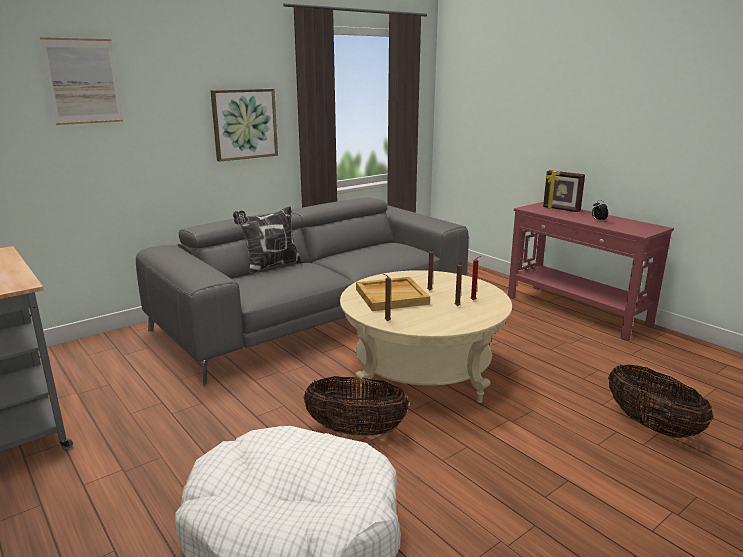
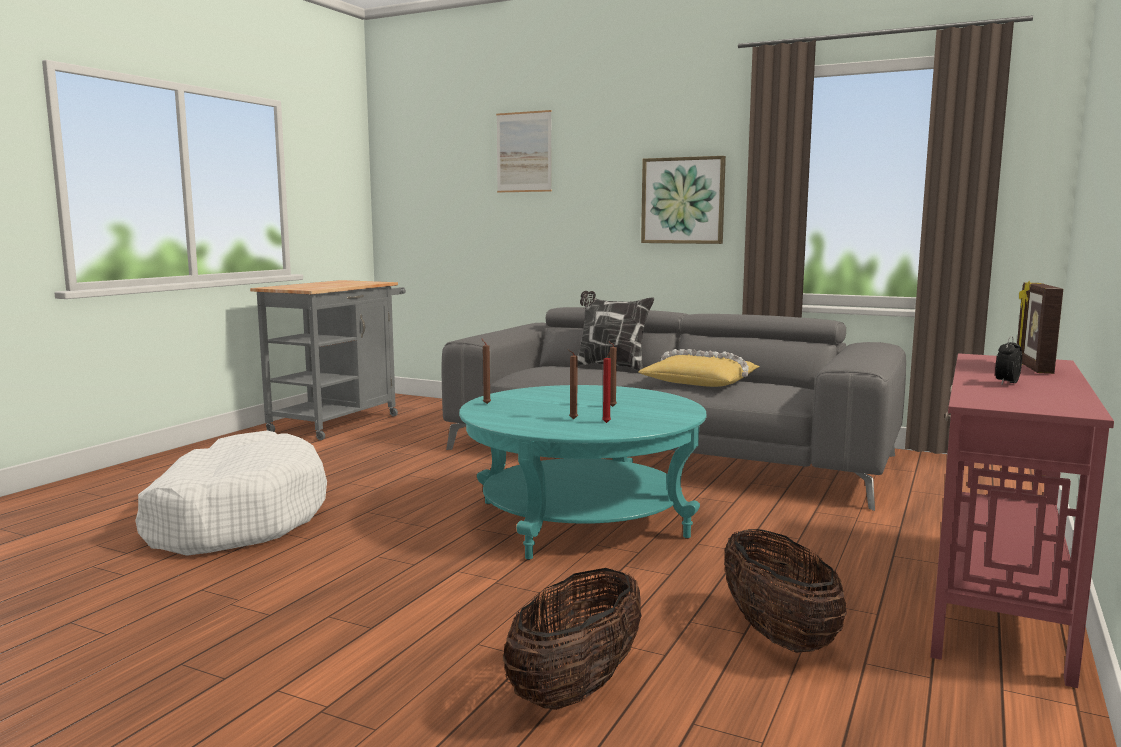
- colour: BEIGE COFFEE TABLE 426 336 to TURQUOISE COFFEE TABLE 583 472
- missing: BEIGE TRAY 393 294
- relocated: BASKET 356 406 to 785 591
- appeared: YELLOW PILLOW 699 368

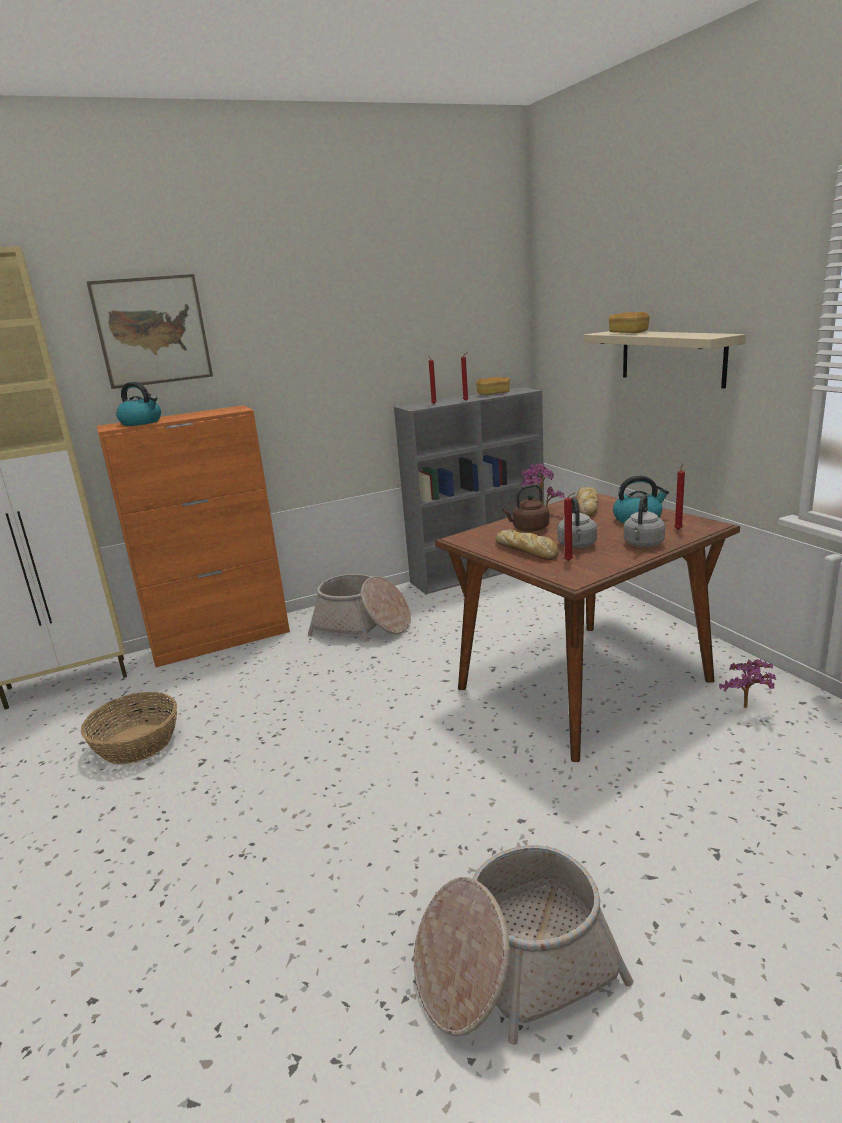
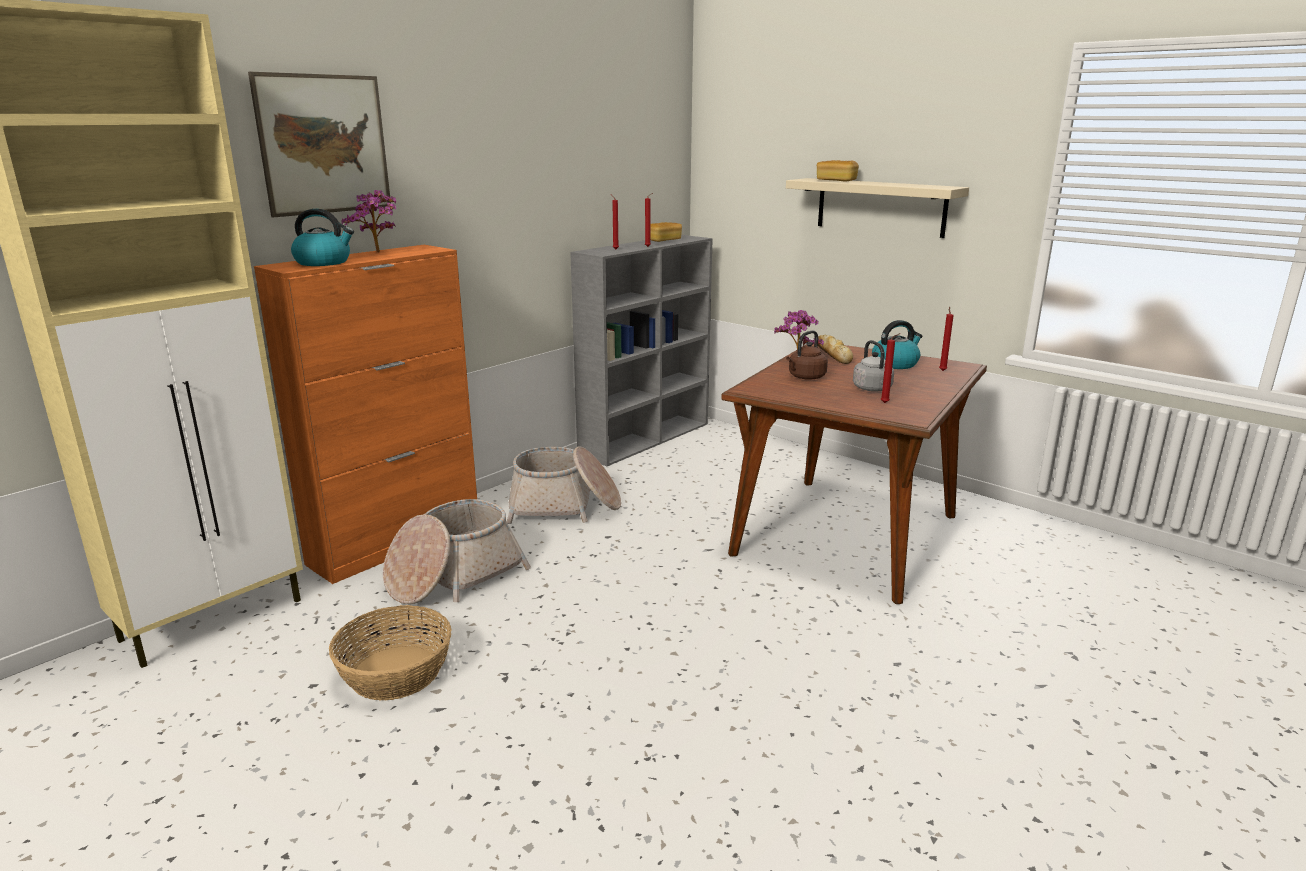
- missing: GREY KETTLE 644 521
- missing: BREAD 527 544
- relocated: POTTED PLANT 747 683 to 369 221
- relocated: BASKET 523 945 to 457 551

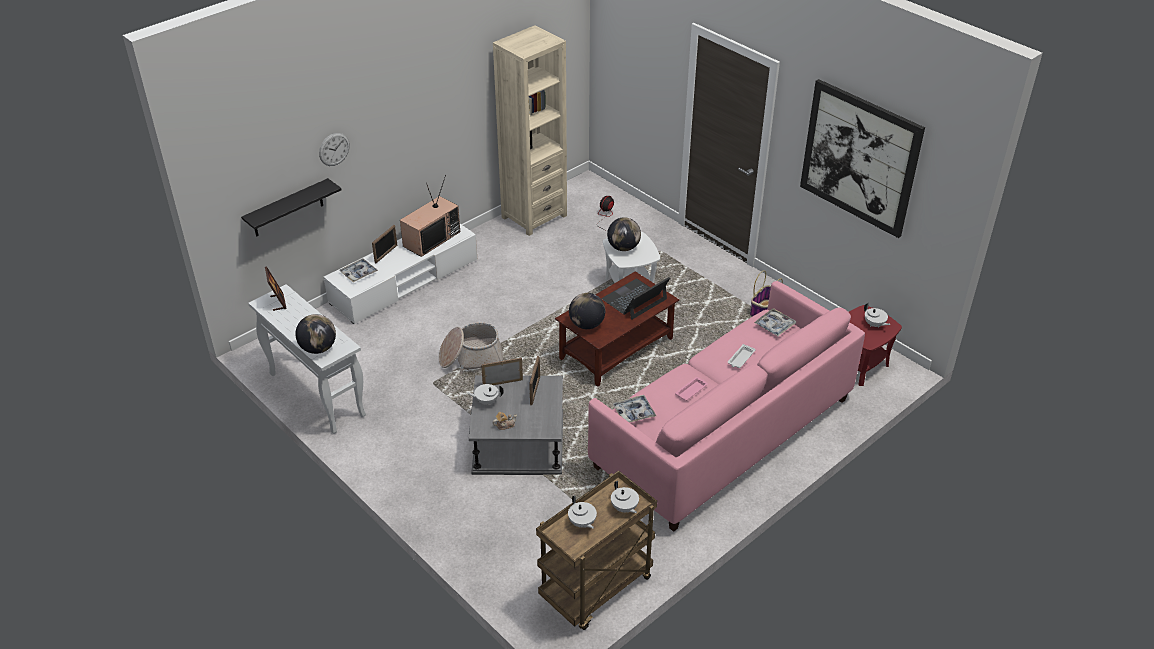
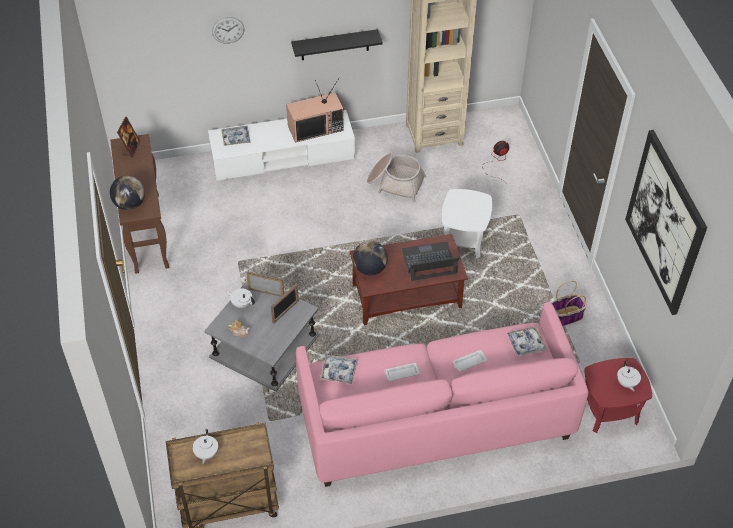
- relocated: BLACK SHELF 291 207 to 337 44
- missing: GLOBE 624 234
- missing: PICTURE FRAME 384 244
- colour: WHITE CONSOLE TABLE 307 359 to BROWN CONSOLE TABLE 139 204
- relocated: BASKET 471 348 to 396 177
- colour: PINK TRAY 691 389 to WHITE TRAY 402 372
- missing: WHITE TEAPOT 625 497

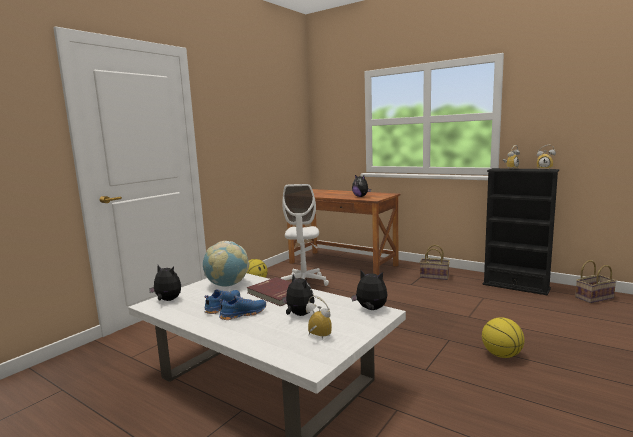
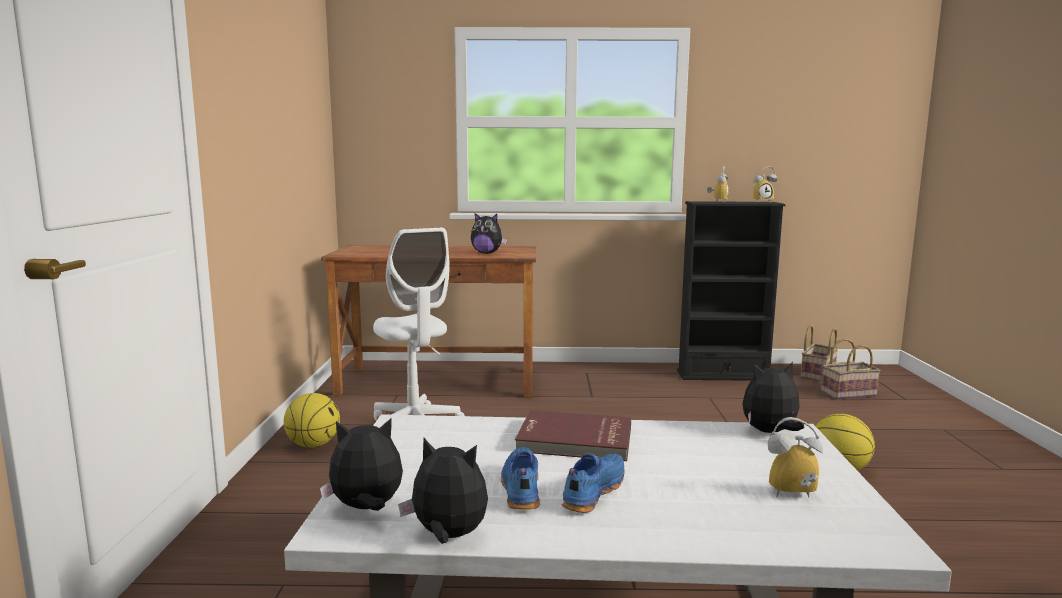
- missing: GLOBE 226 264
- relocated: BASKET 435 262 to 850 368
- relocated: PLUSH TOY 298 295 to 443 491

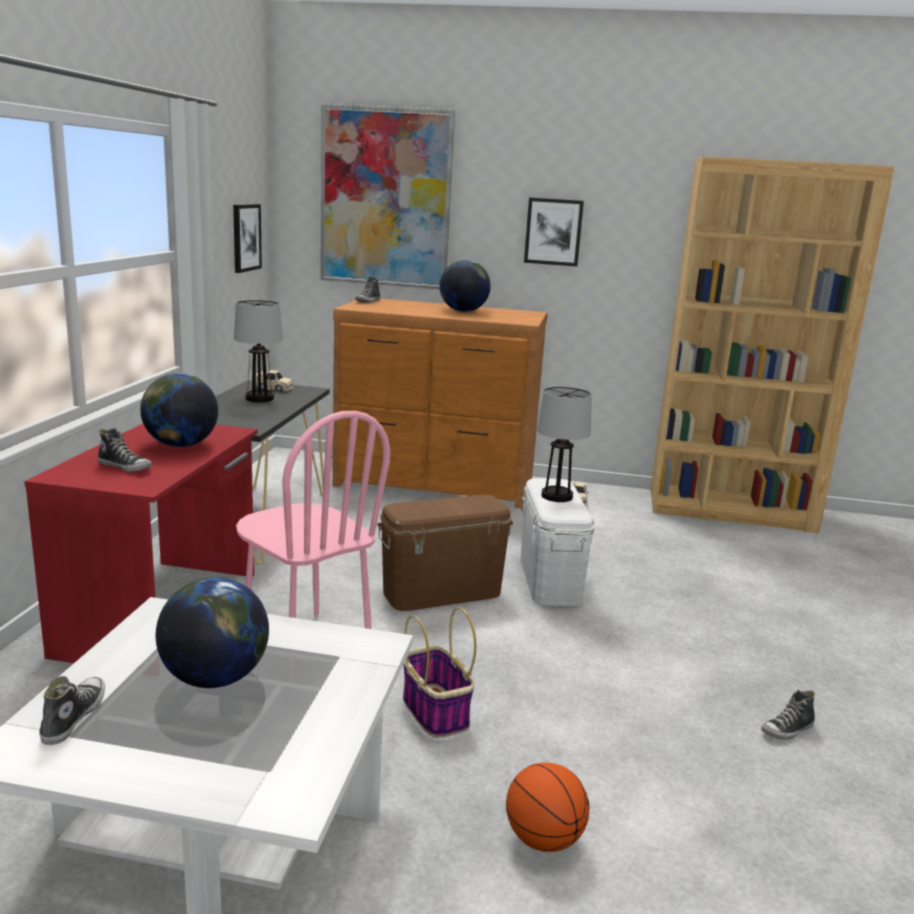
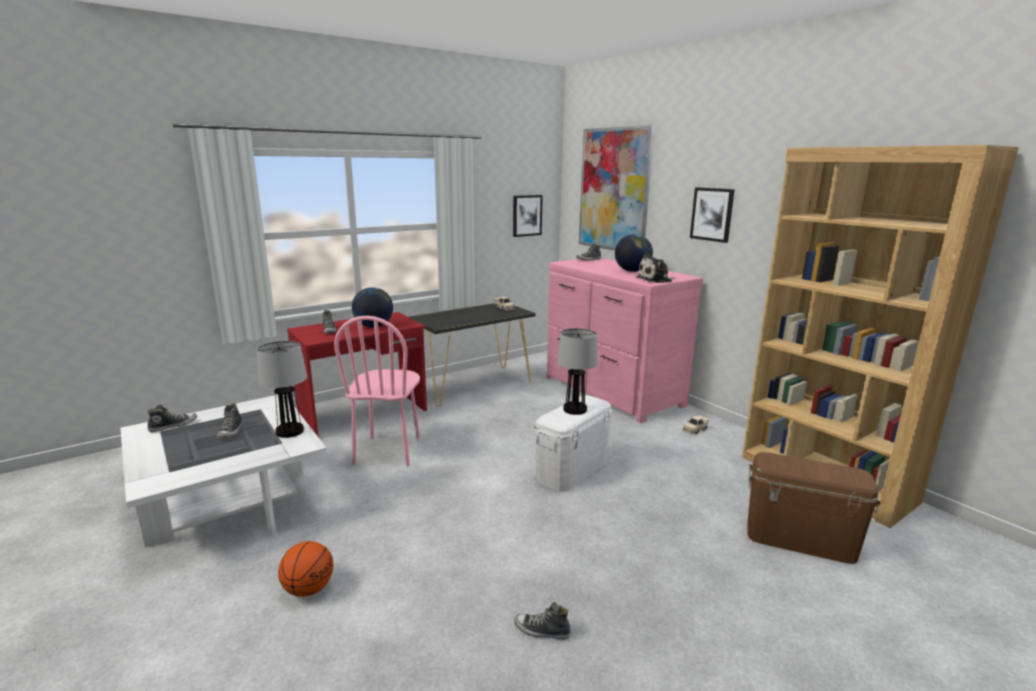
- colour: BROWN DRESSER 439 404 to PINK DRESSER 625 340
- relocated: TABLE LAMP 258 351 to 282 389
- relocated: BROWN STORAGE BOX 445 553 to 814 508
- exchanged: GLOBE 212 632 to SHOE 229 420
- missing: BASKET 439 672
- appeared: PLUSH TOY 655 267

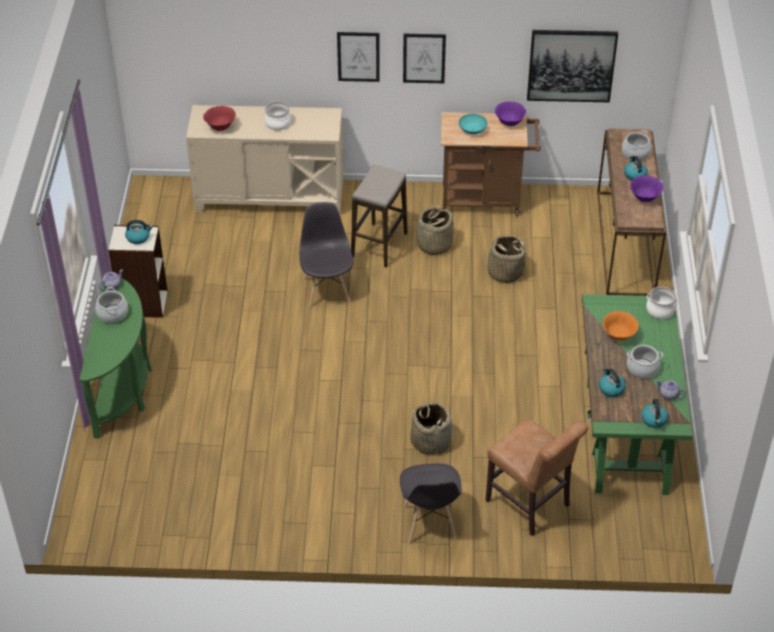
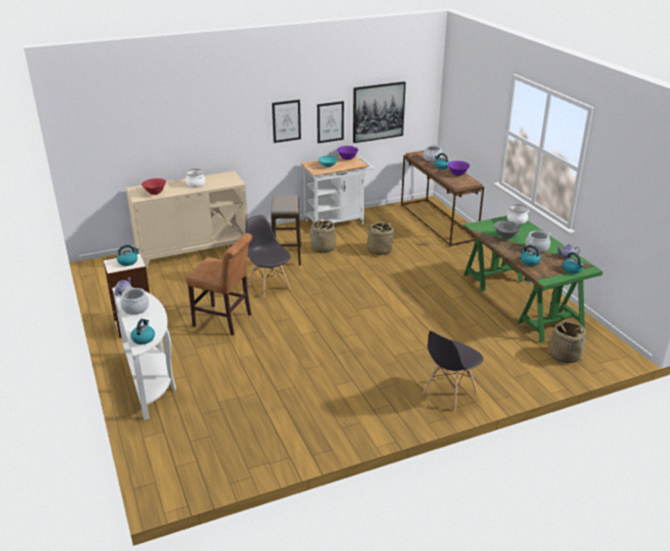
- relocated: PICTURE 358 57 to 330 122
- colour: BROWN CART 491 164 to WHITE CART 338 190
- colour: GREEN CONSOLE TABLE 115 355 to WHITE CONSOLE TABLE 144 353
- colour: ORANGE BOWL 621 326 to GREY BOWL 507 230
- relocated: BASKET 431 429 to 567 342
- relocated: BROWN CHAIR 537 477 to 219 284
- spun: GREY CHAIR 430 504 = 453 371 75 degrees clockwise
- appeared: KETTLE 143 332

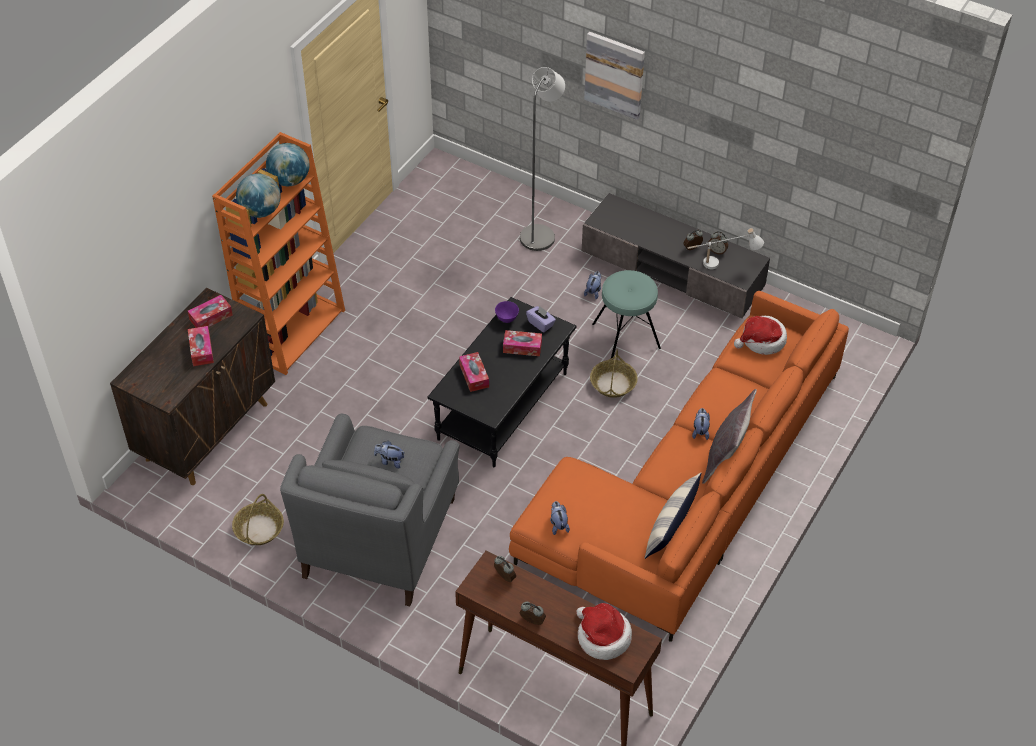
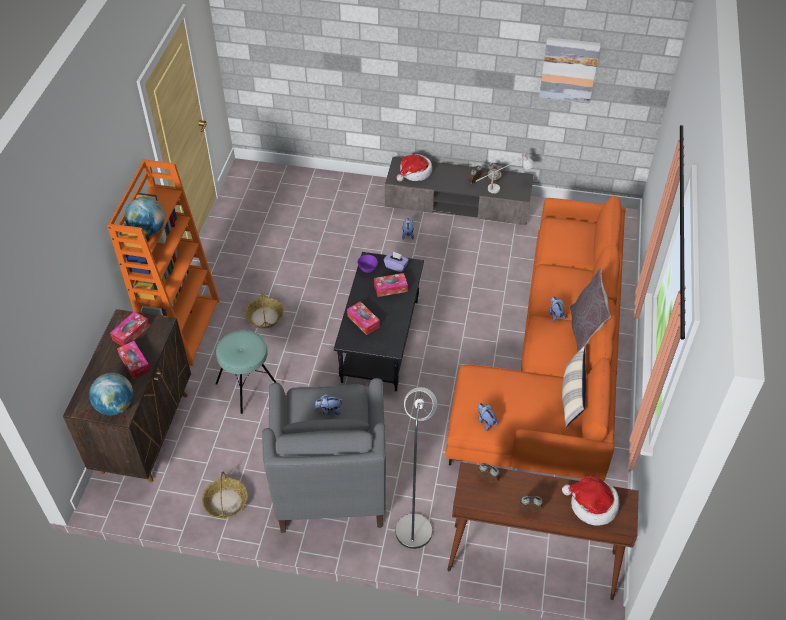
- relocated: PICTURE 614 76 to 570 70
- relocated: GREY FLOOR LAMP 542 159 to 416 468
- relocated: GLOBE 288 164 to 111 394
- relocated: TURQUOISE STOOL 626 314 to 246 372
- relocated: HAT 760 335 to 414 168
- relocated: BASKET 614 374 to 264 309

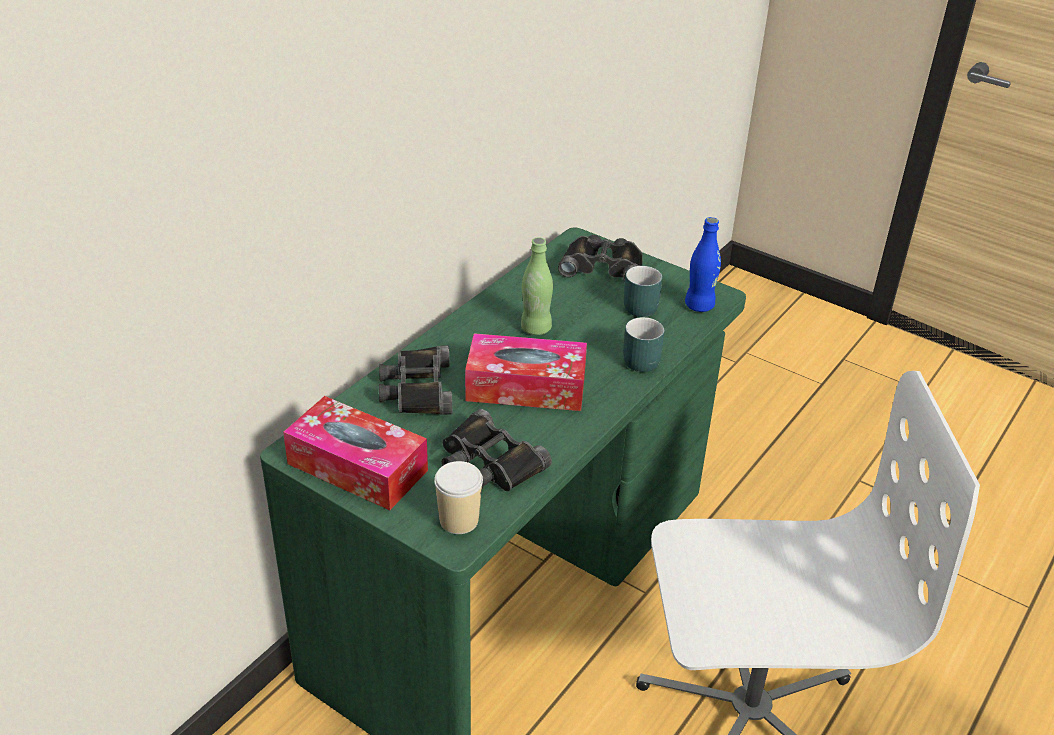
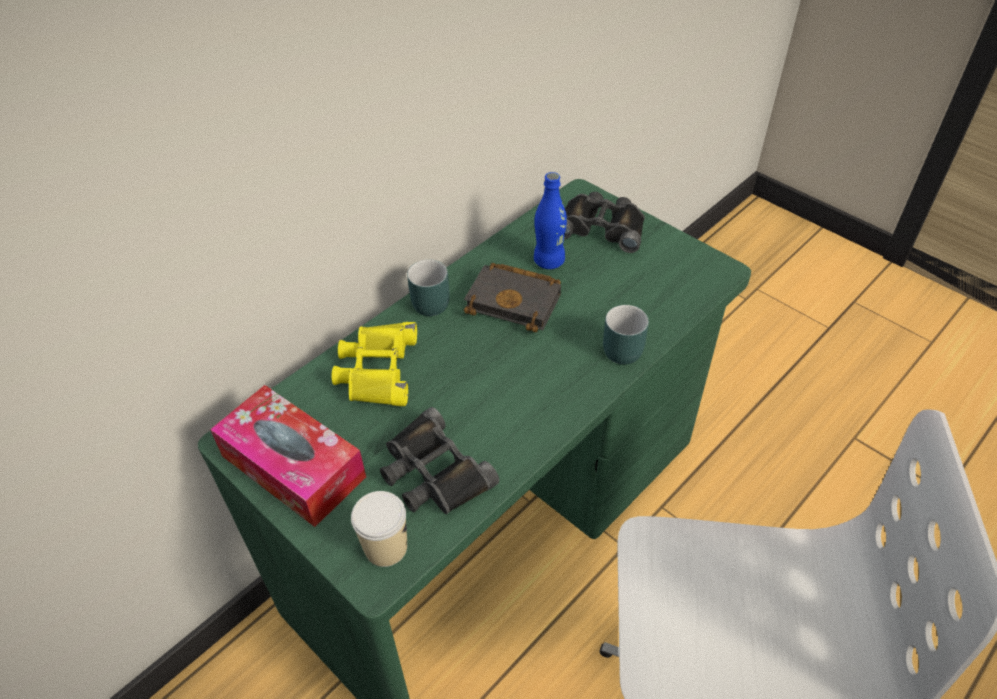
- relocated: BLUE BOTTLE 703 264 to 550 220
- exchanged: GREEN BOTTLE 537 286 to BLACK BOOK 512 297
- relocated: TURQUOISE MUG 643 291 to 428 287
- missing: TISSUE BOX 526 372
- colour: BLACK BINOCULARS 415 380 to YELLOW BINOCULARS 374 364

